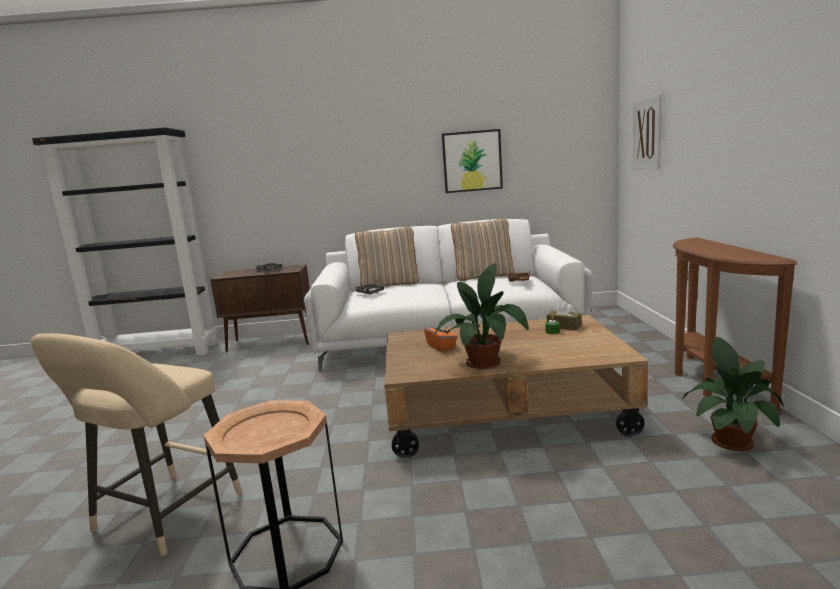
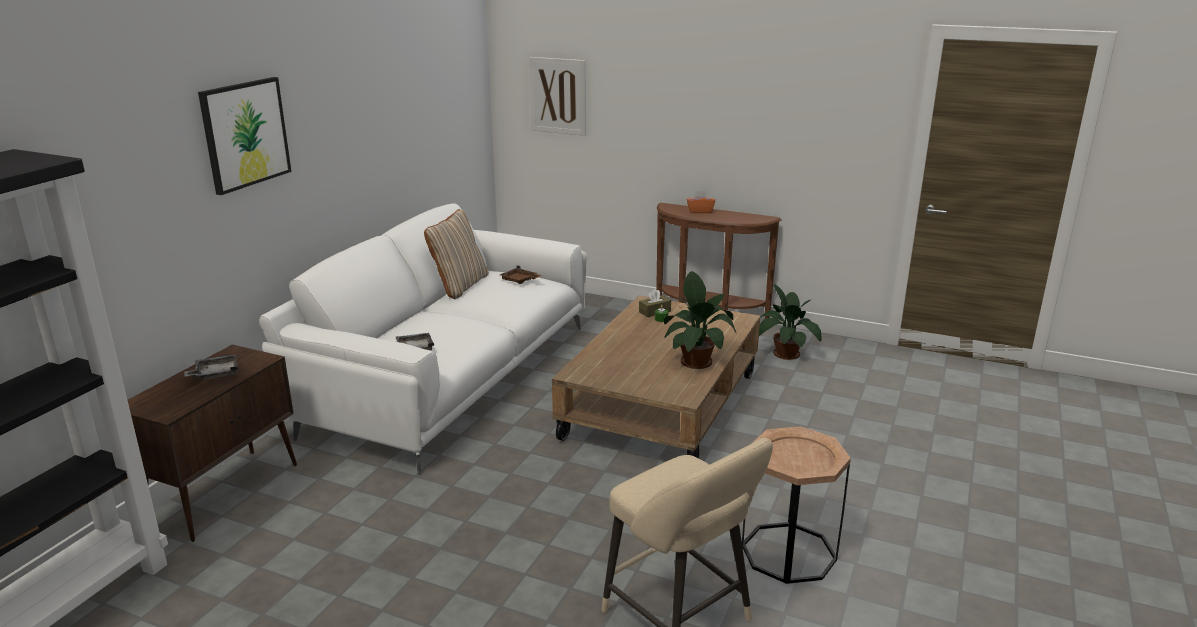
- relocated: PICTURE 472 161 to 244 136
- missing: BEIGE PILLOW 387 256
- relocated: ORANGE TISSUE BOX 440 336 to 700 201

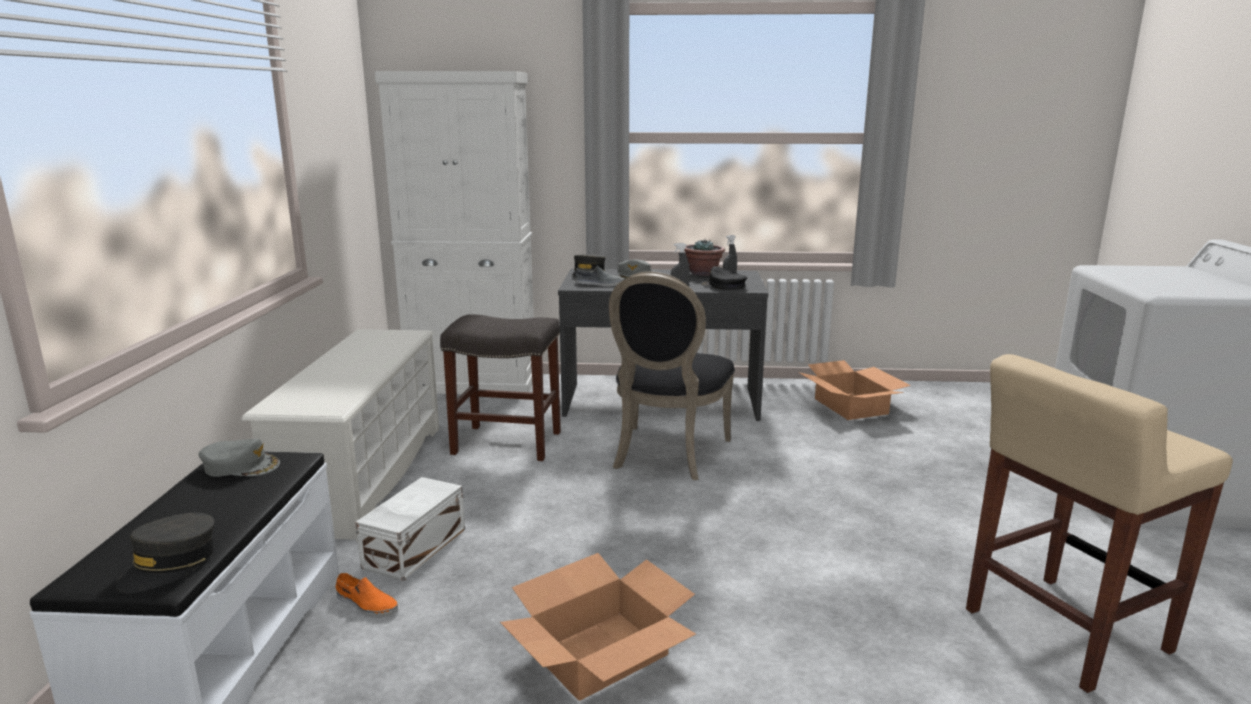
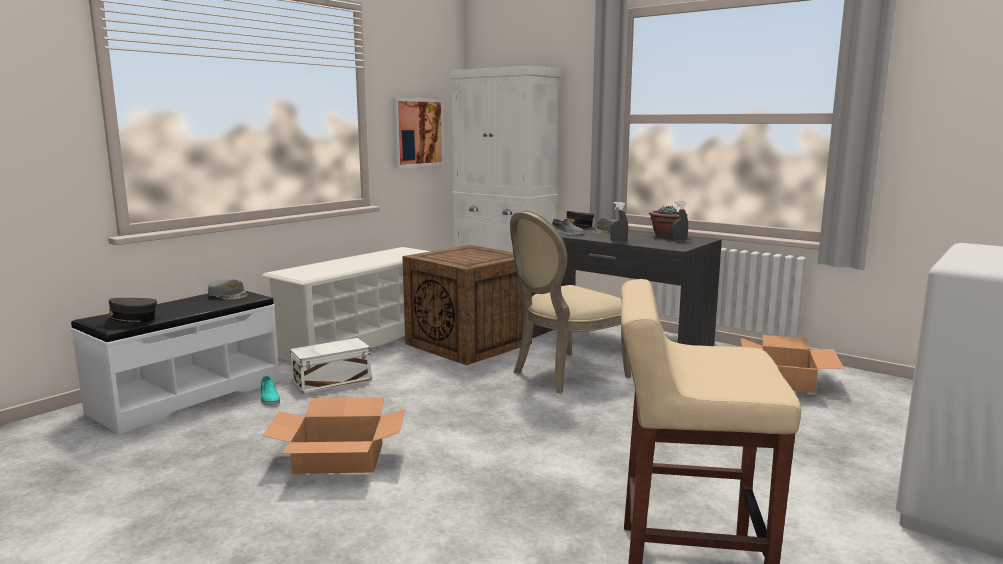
- missing: BLACK CAP 724 278
- colour: BLACK CHAIR 672 375 to BEIGE CHAIR 570 301
- exchanged: GREY STOOL 500 387 to CRATE 467 305
- colour: ORANGE SHOE 367 595 to TURQUOISE SHOE 270 391
- appeared: PICTURE 418 133

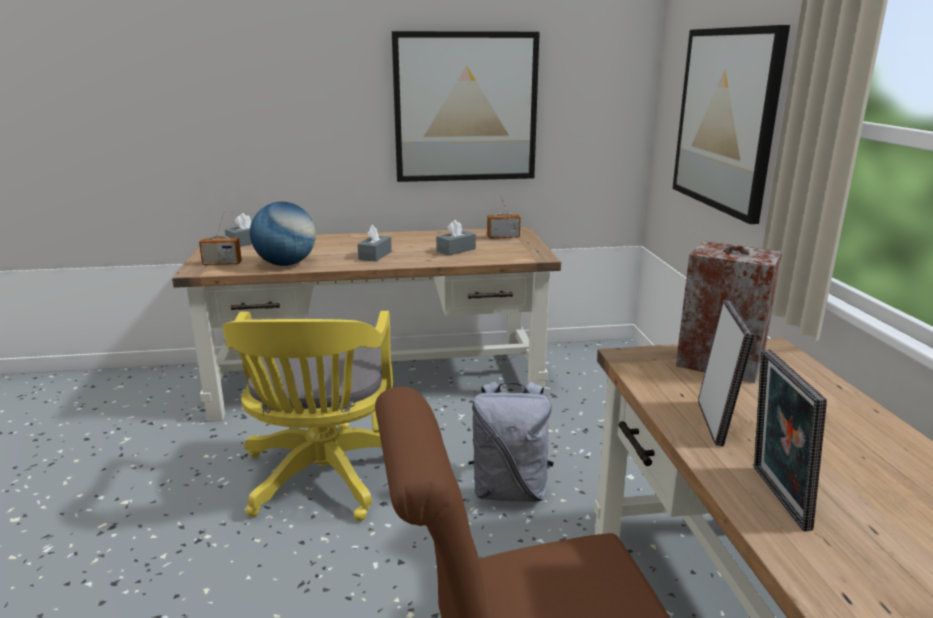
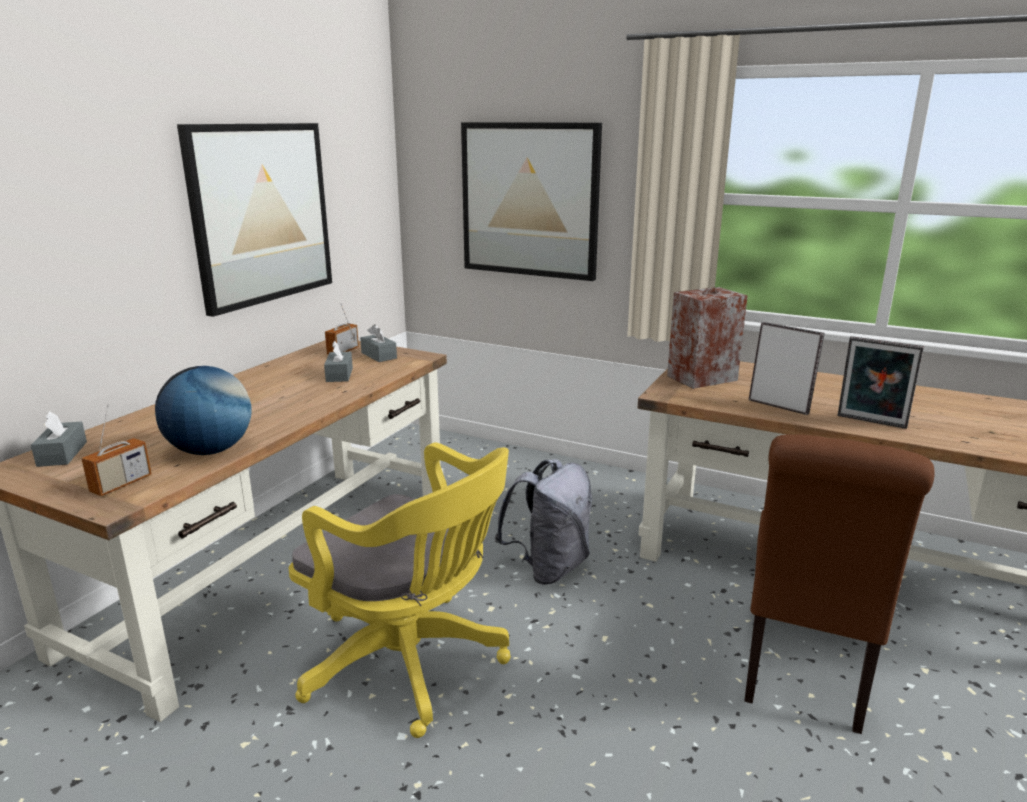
- relocated: GREY TISSUE BOX 375 243 to 378 343

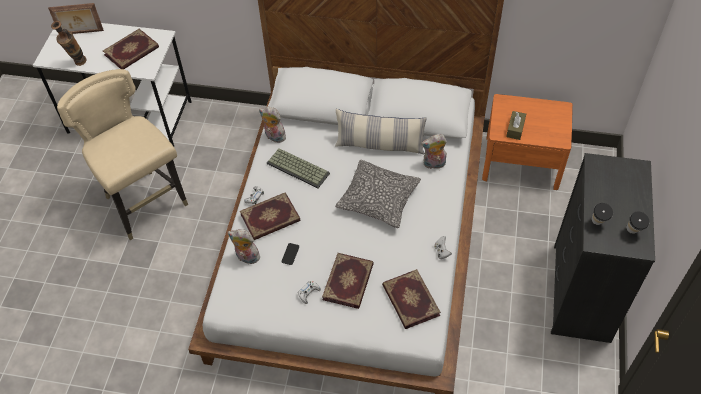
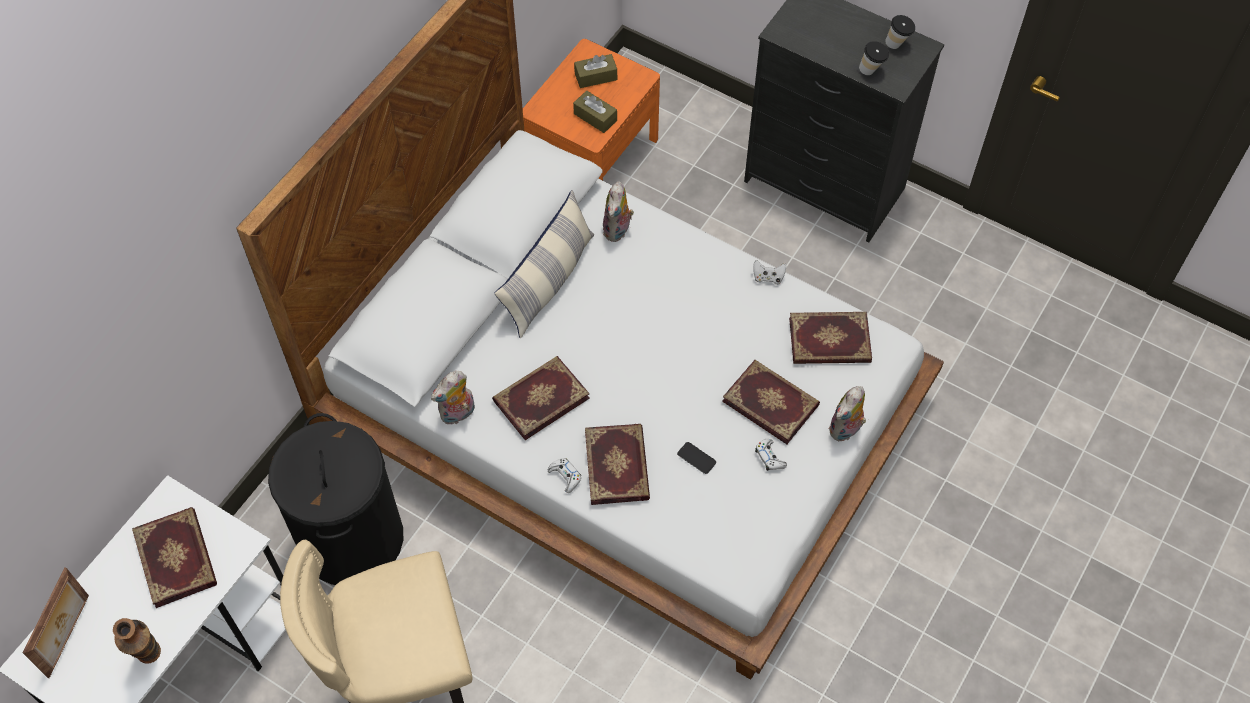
- exchanged: KEYBOARD 298 168 to BOOK 541 398
- missing: PILLOW 378 193
- relocated: PLUSH TOY 244 247 to 847 414
- appeared: BROWN TISSUE BOX 595 71
- appeared: BLACK LAUNDRY BASKET 335 499

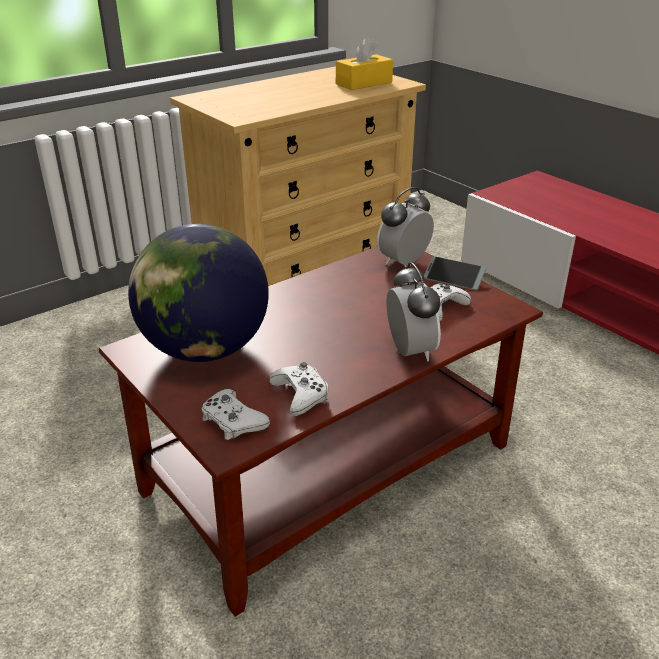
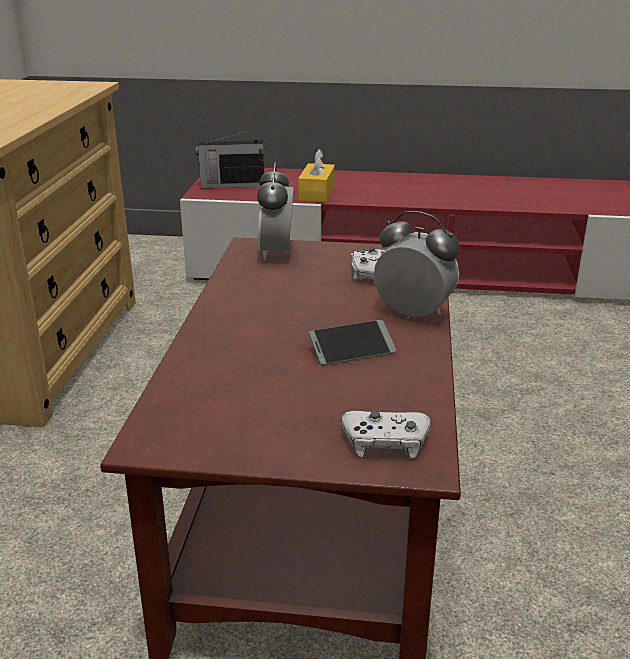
- relocated: YELLOW TISSUE BOX 364 63 to 316 175
- missing: GLOBE 198 293
- relocated: PHONE 455 273 to 352 342
- missing: WHITE GAME CONTROLLER 298 389
- appeared: RADIO 230 159

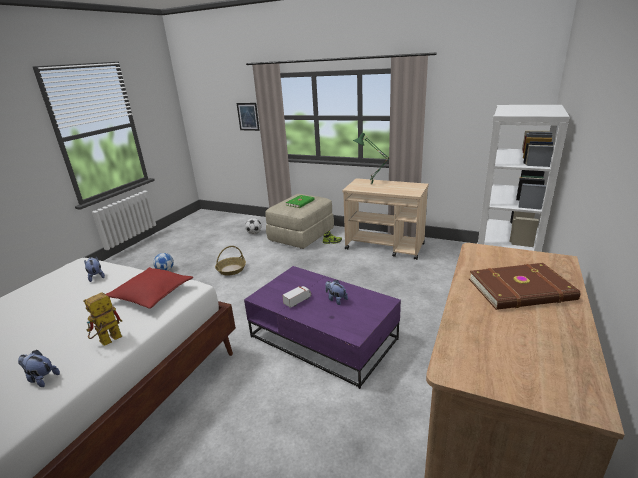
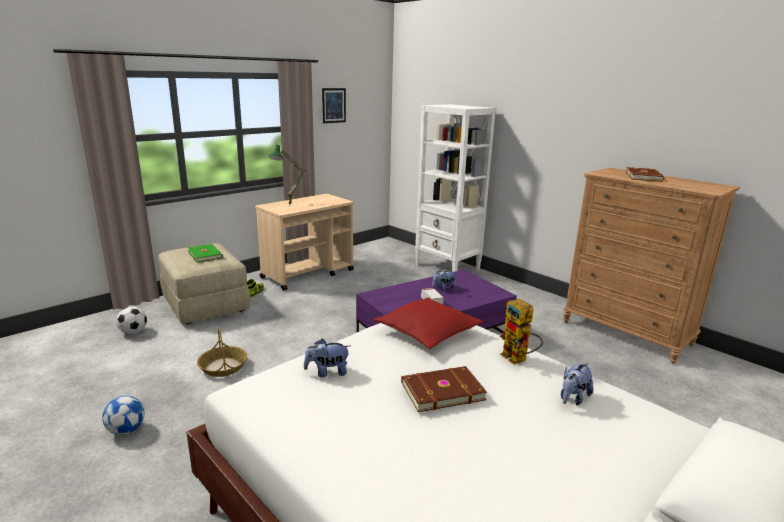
- relocated: PICTURE 248 117 to 334 105
- appeared: BROWN BOOK 444 389

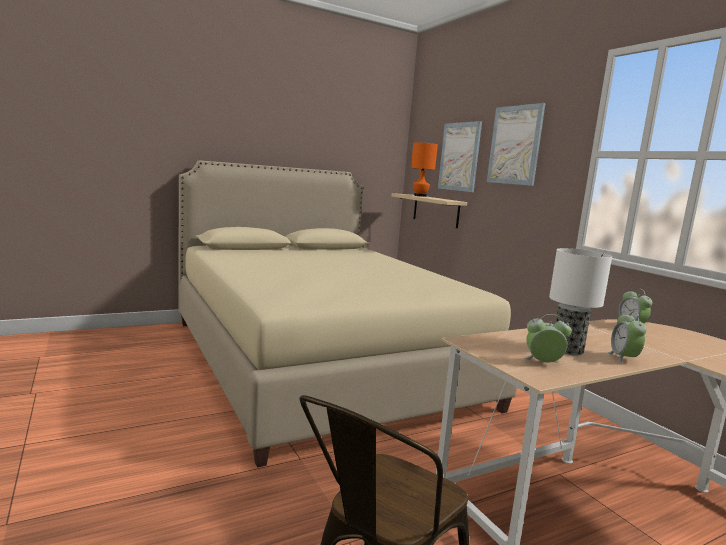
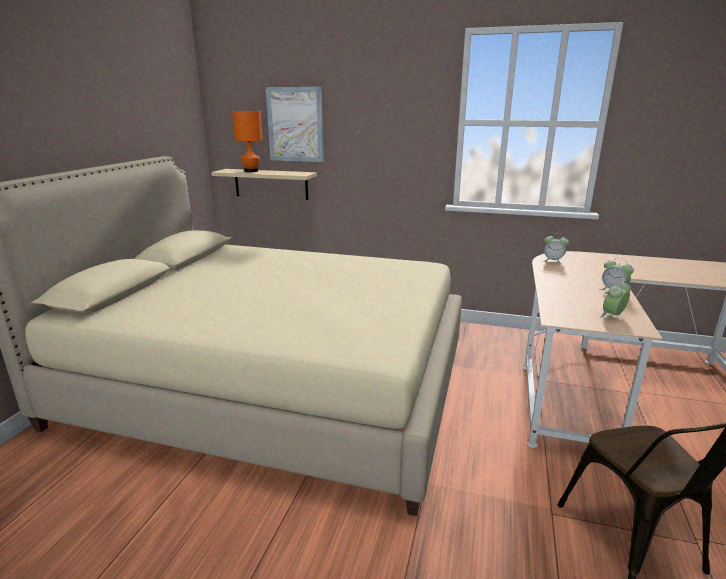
- missing: PICTURE 516 144
- missing: TABLE LAMP 580 302

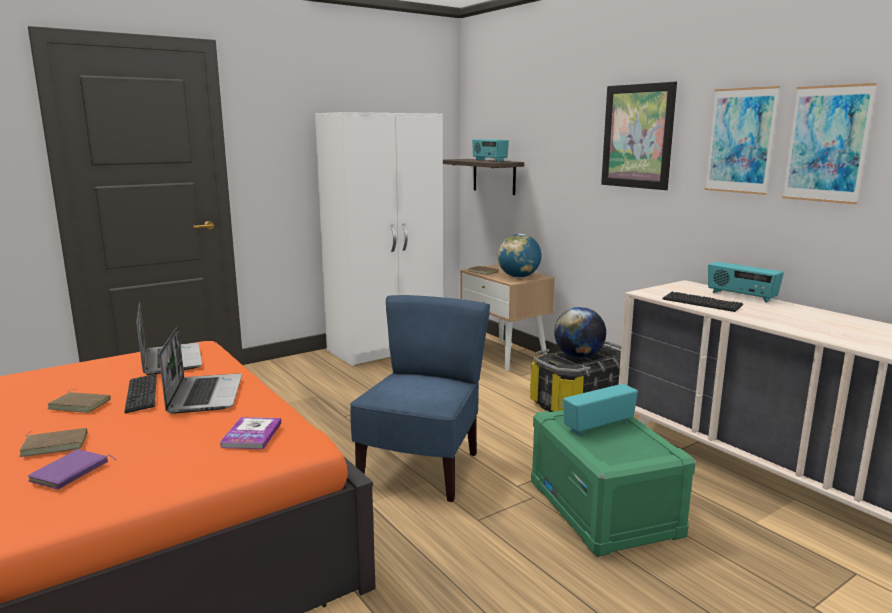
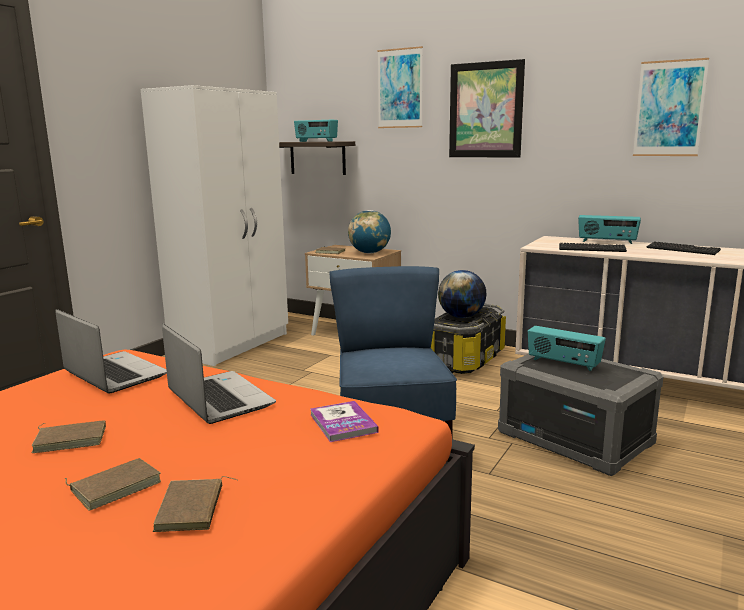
- relocated: PICTURE 742 140 to 400 87
- relocated: KEYBOARD 140 393 to 683 248
- spun: RADIO 600 409 = 567 348 90 degrees counterclockwise
- colour: GREEN STORAGE BOX 613 483 to GREY STORAGE BOX 580 415
- colour: PURPLE BOOK 72 469 to BROWN BOOK 195 504

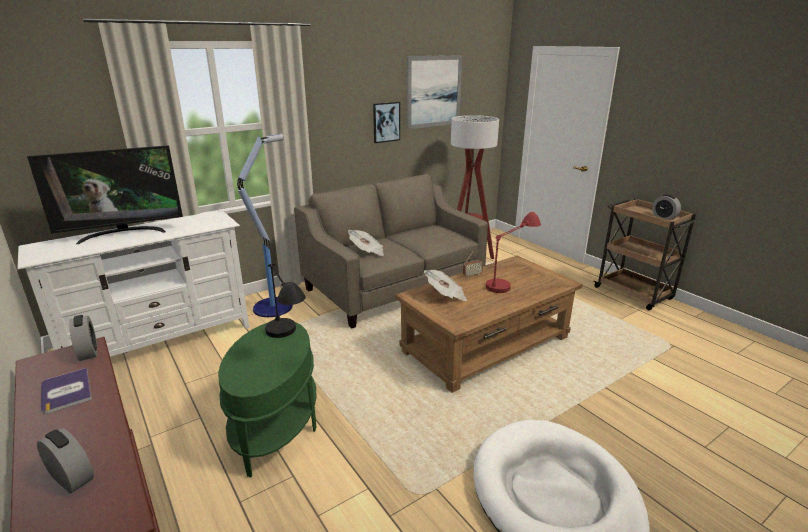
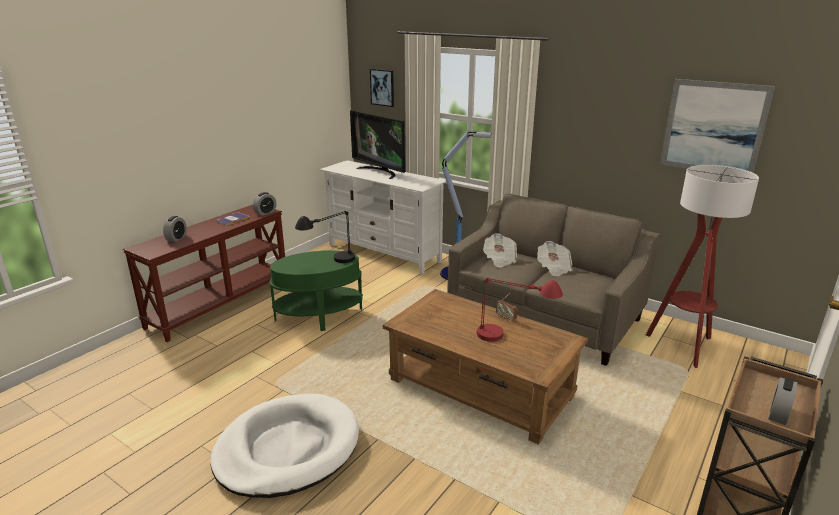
- relocated: PICTURE 386 122 to 382 88
- relocated: NEWSPAPER 445 285 to 554 259

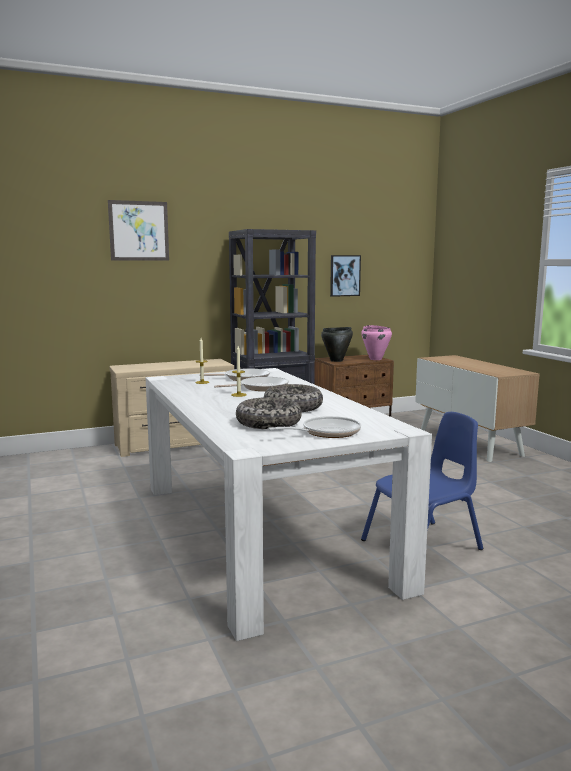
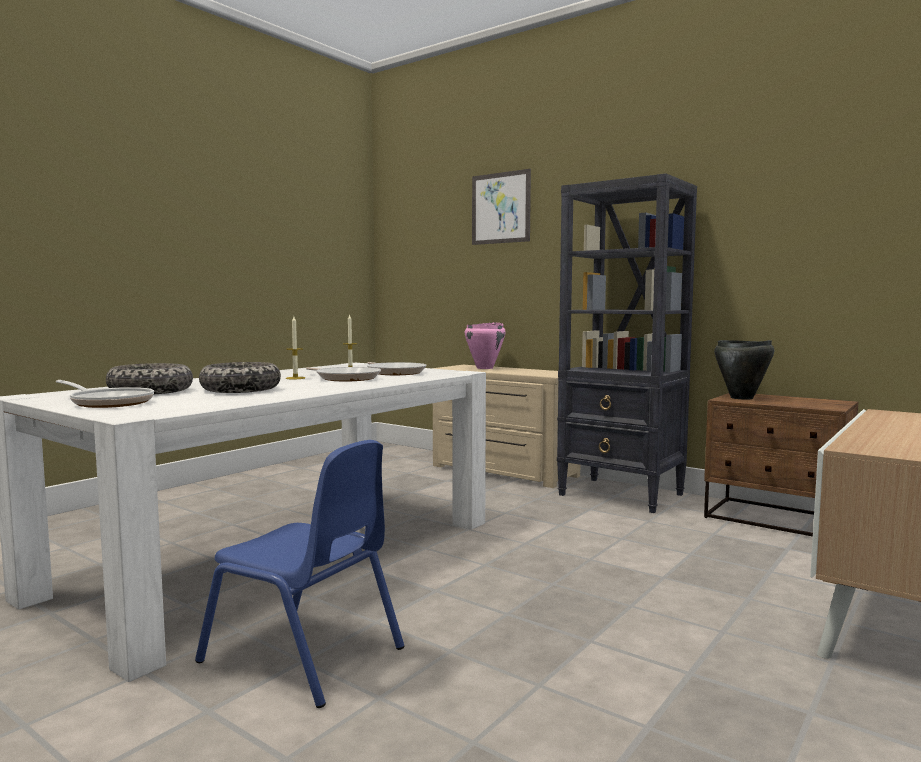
- missing: PICTURE 345 276
- relocated: PINK COOKING POT 376 342 to 485 345

